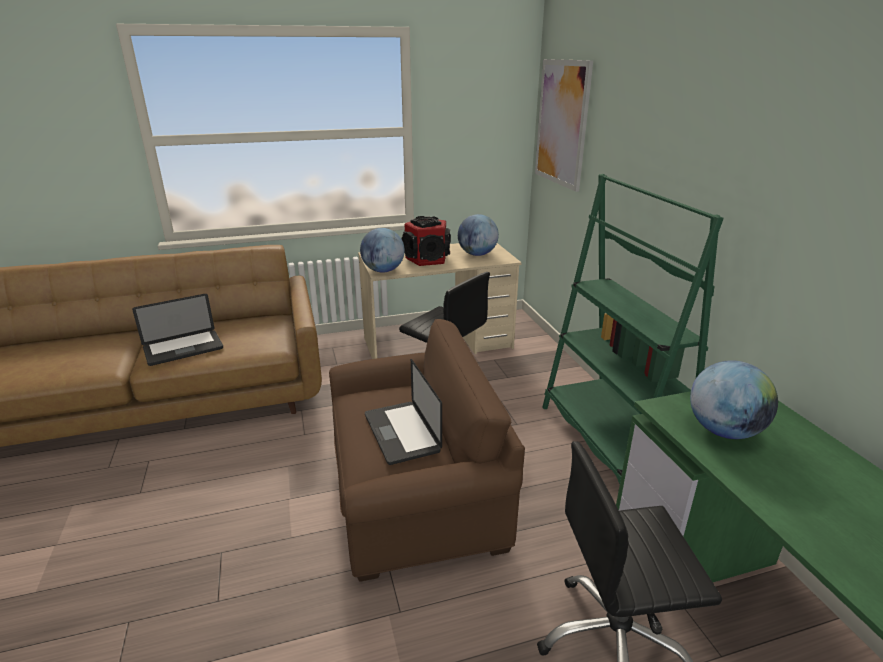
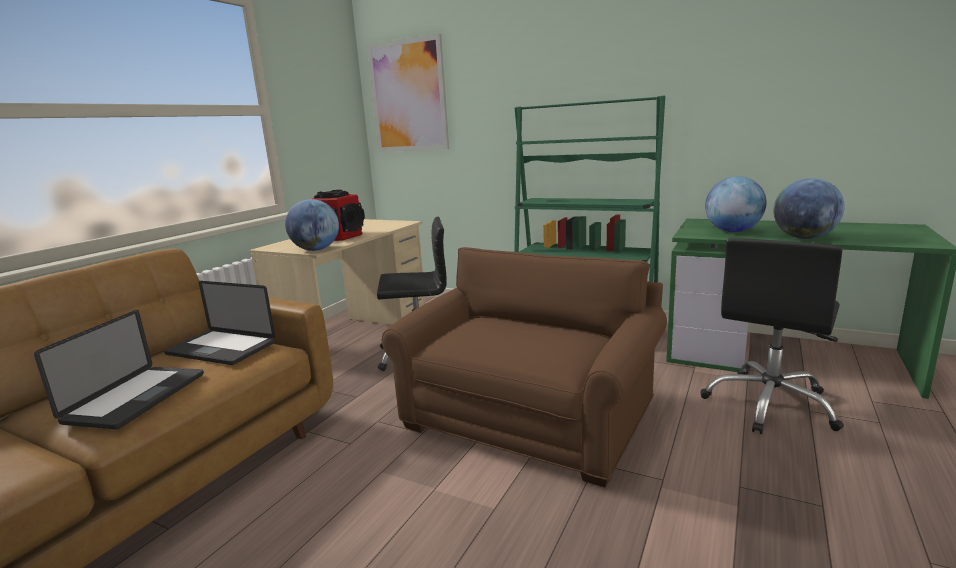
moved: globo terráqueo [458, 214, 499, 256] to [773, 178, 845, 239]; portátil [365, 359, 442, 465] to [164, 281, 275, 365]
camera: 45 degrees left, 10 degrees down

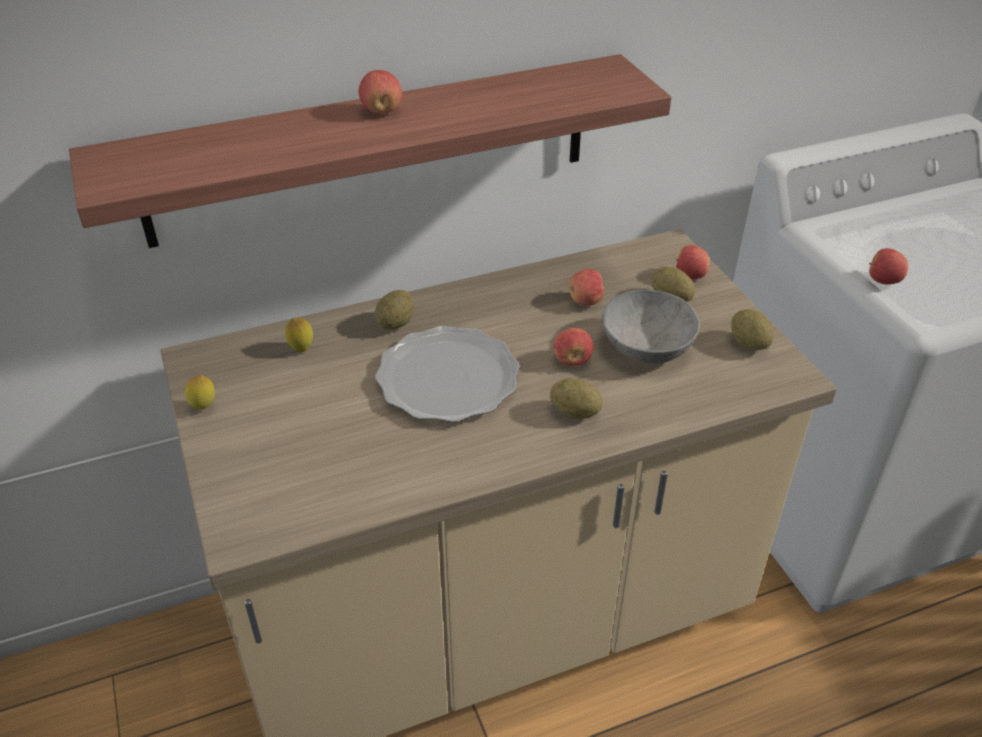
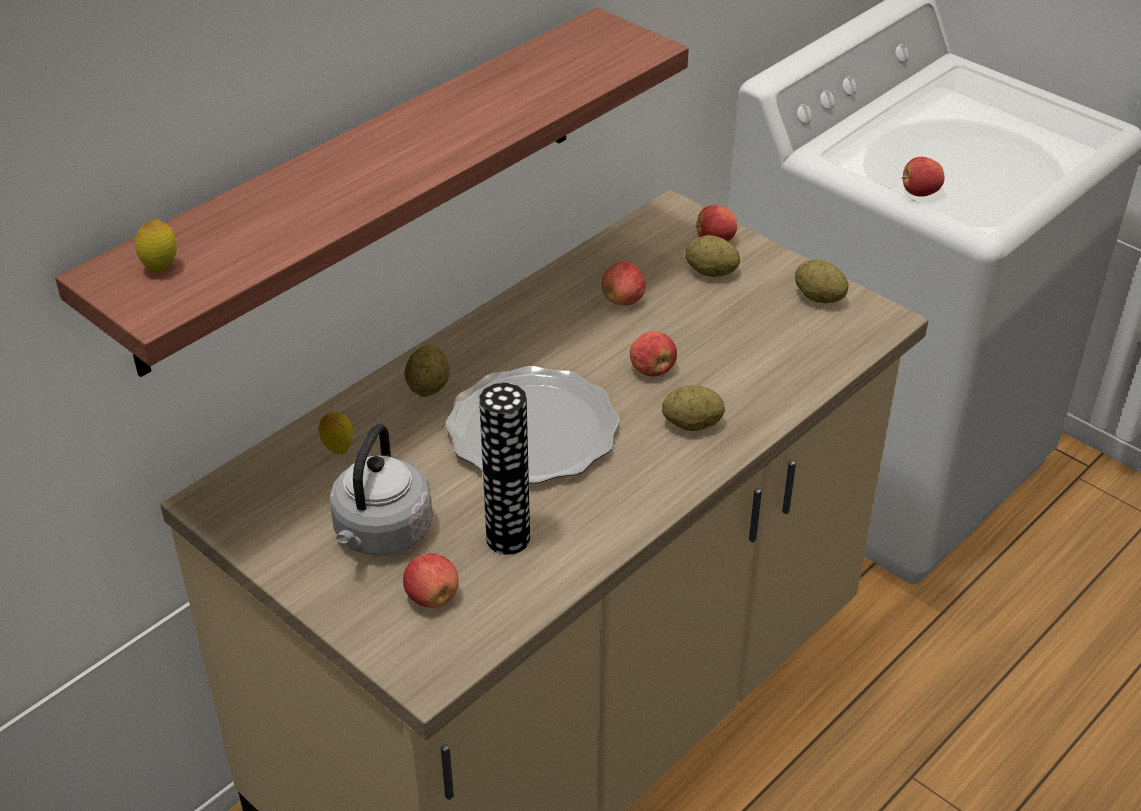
removed: cuenco/gris [602, 290, 700, 364]
added: florero [479, 383, 530, 555]; hervidor/gris [329, 424, 433, 556]
moved: manzana [359, 70, 402, 114] to [403, 553, 459, 608]; limón [185, 375, 215, 410] to [135, 218, 177, 272]
camera: 25 degrees left, 0 degrees up

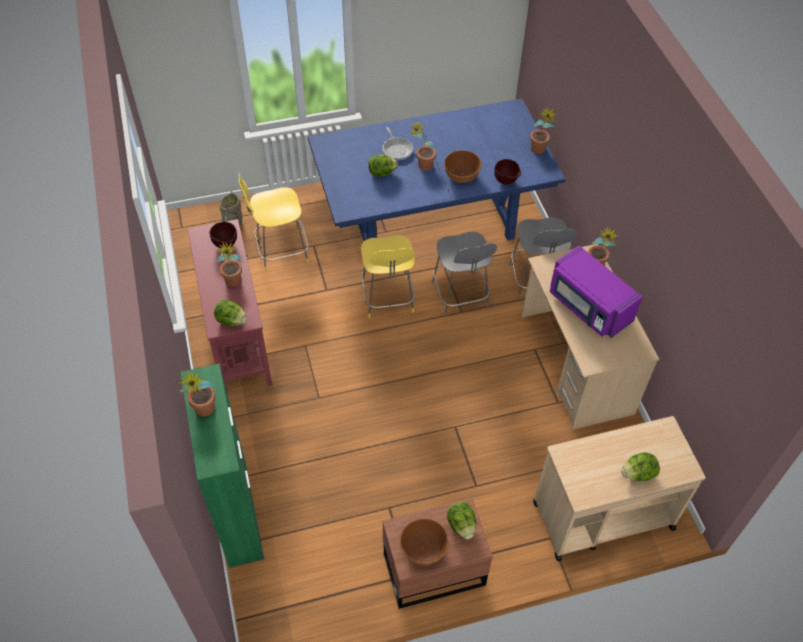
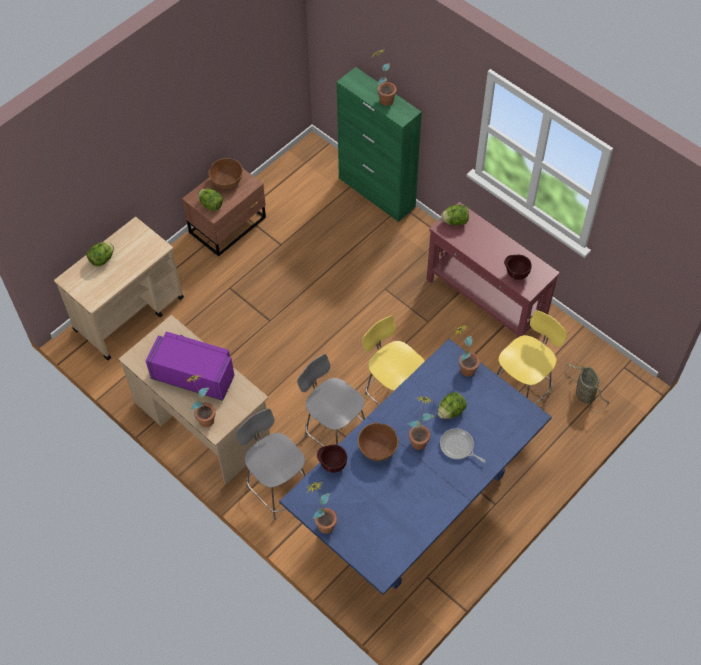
moved: planta en maceta [216, 241, 243, 287] to [452, 324, 480, 377]
camera: 150 degrees right, 5 degrees up

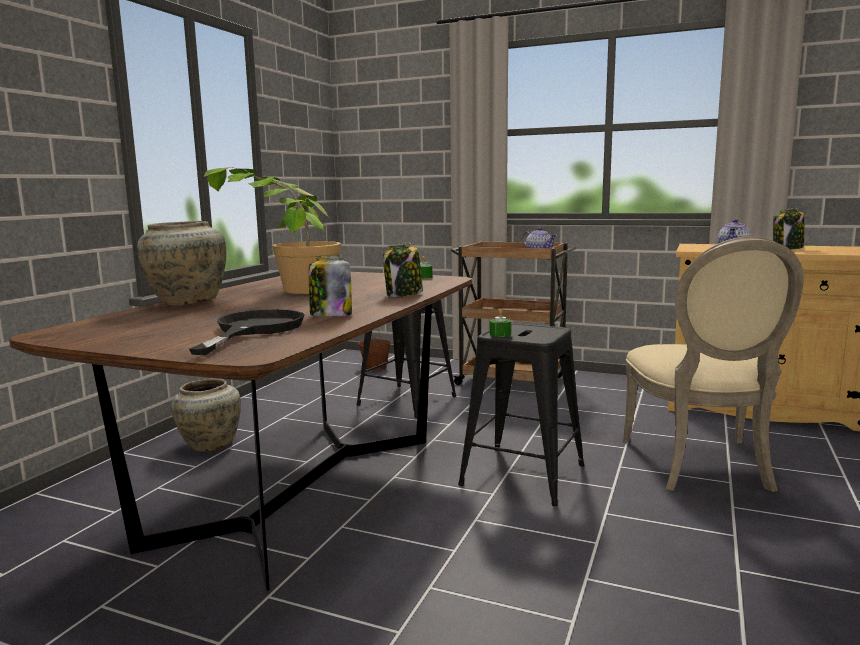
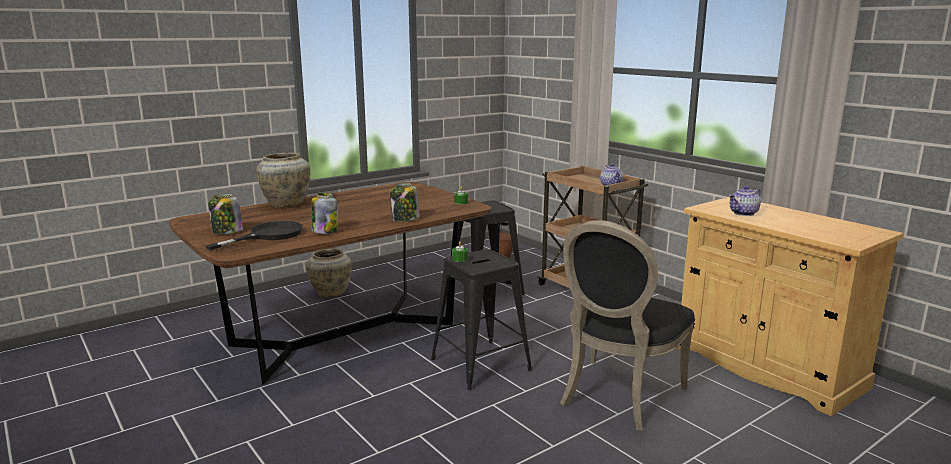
removed: planta en maceta [203, 167, 341, 294]
moved: tarro [773, 208, 804, 250] to [208, 193, 243, 234]
recoloured: silla/beis [623, 236, 804, 492] to silla/negro [560, 220, 695, 431]
camera: 30 degrees right, 5 degrees up

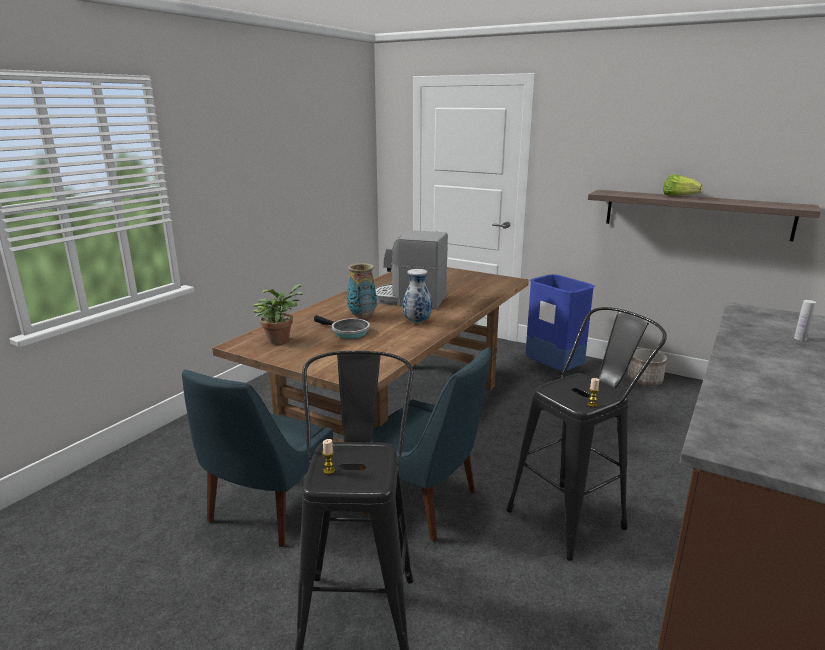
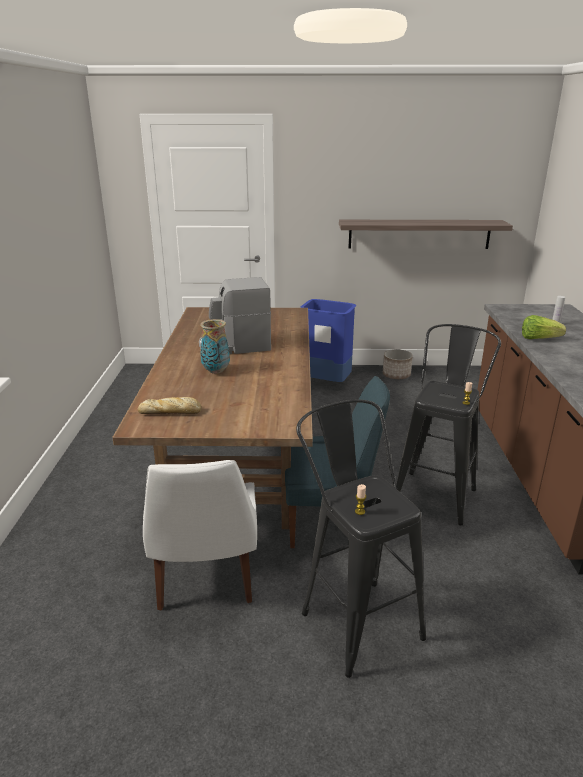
removed: florero [403, 269, 432, 323]; sartén [314, 315, 370, 339]
moved: lechuga [663, 174, 703, 196] to [522, 315, 566, 339]
replaced: planta en maceta [253, 284, 304, 345] to pan [138, 397, 201, 414]
recoloured: silla/azul [182, 370, 333, 547] to silla/blanco [143, 460, 257, 610]
camera: 30 degrees left, 5 degrees up

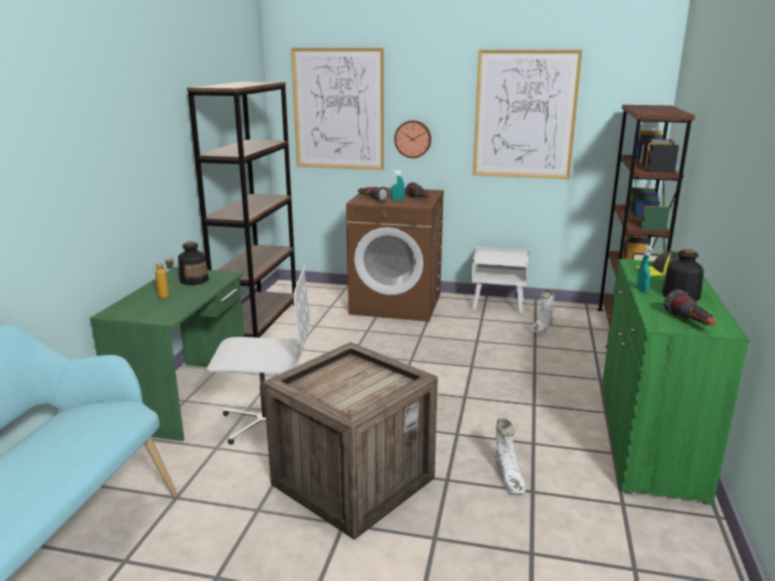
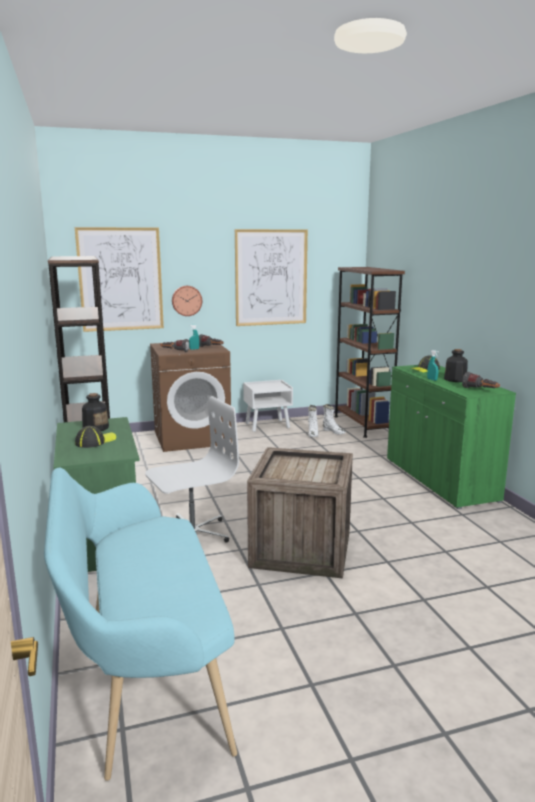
moved: bota/blanco [495, 418, 525, 494] to [323, 404, 346, 434]
replaced: botella [155, 256, 174, 298] to gorra [75, 426, 116, 448]
camera: 30 degrees left, 5 degrees down

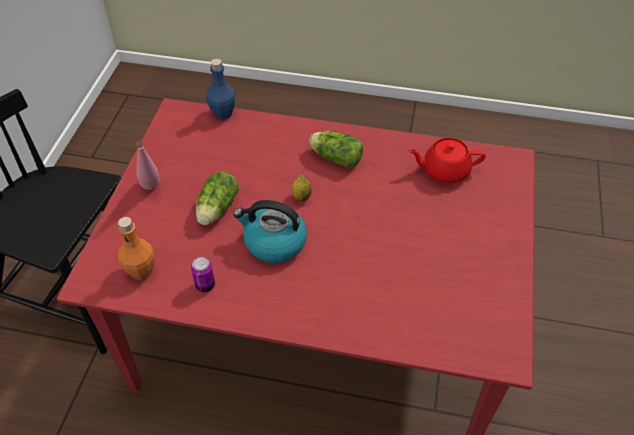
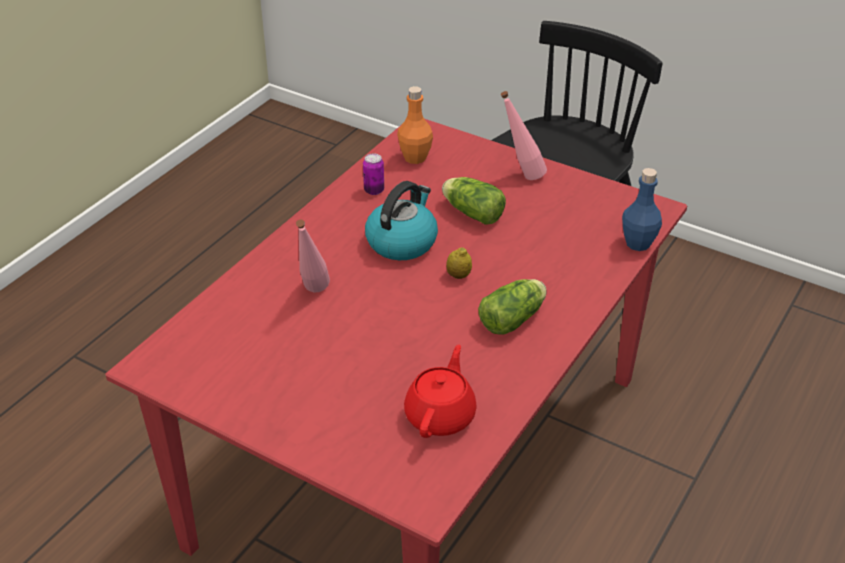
added: botella/rosa [296, 220, 330, 292]
camera: 110 degrees right, 10 degrees down

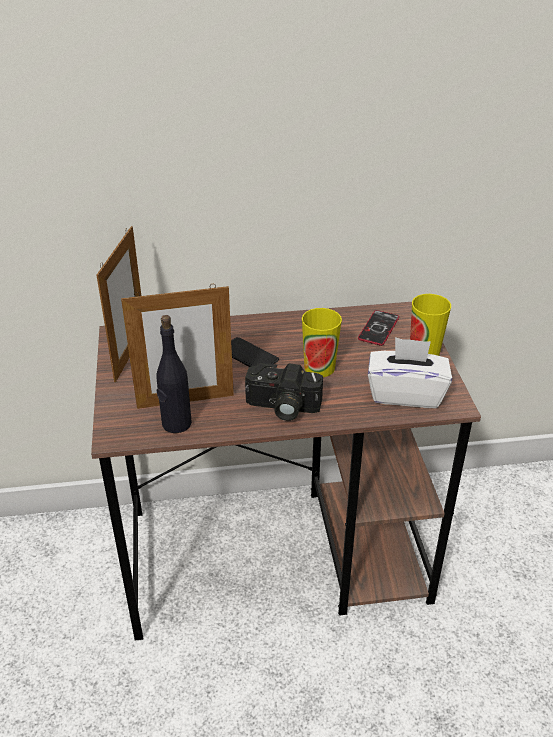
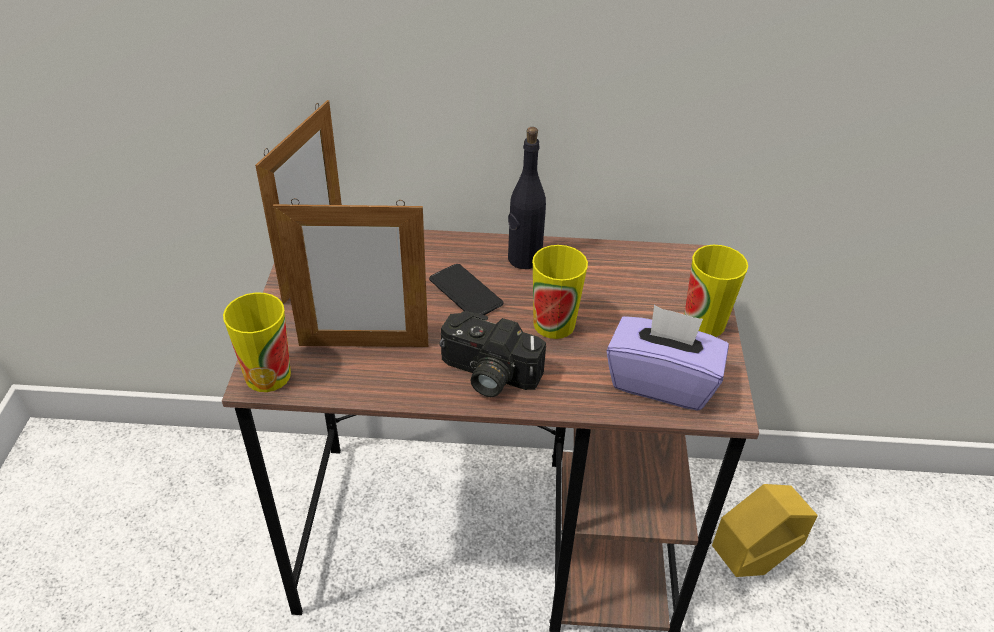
removed: móvil [358, 310, 399, 346]
added: taza [223, 292, 291, 392]; maceta/amarillo [712, 484, 818, 577]
moved: botella/negro [156, 315, 192, 433] to [508, 127, 546, 269]
recoloured: caja de pañuelos/blanco [368, 337, 452, 408] to caja de pañuelos/morado [606, 305, 729, 411]
camera: 10 degrees right, 5 degrees up

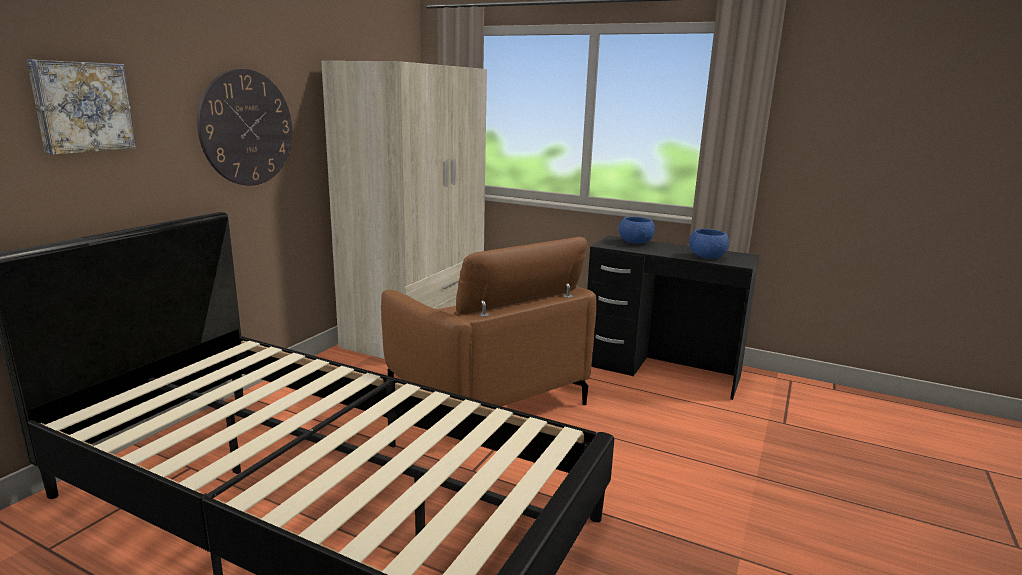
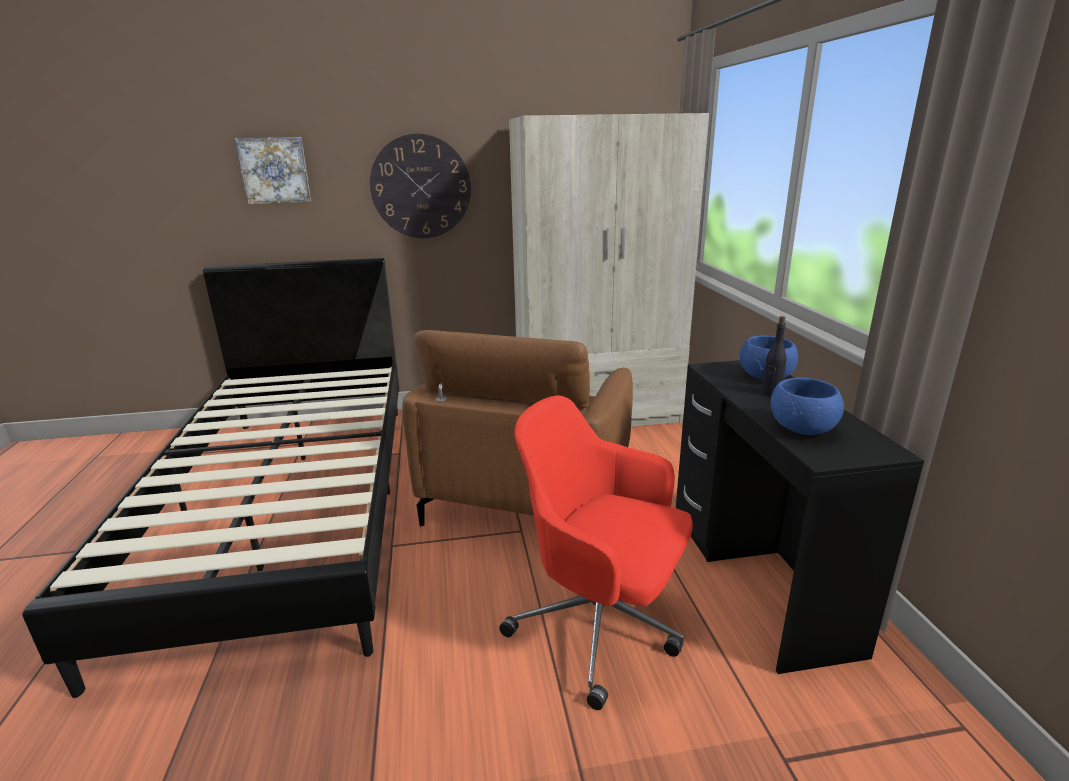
added: botella/negro [762, 316, 786, 396]; silla de oficina/rojo [499, 395, 693, 710]
camera: 55 degrees right, 5 degrees up

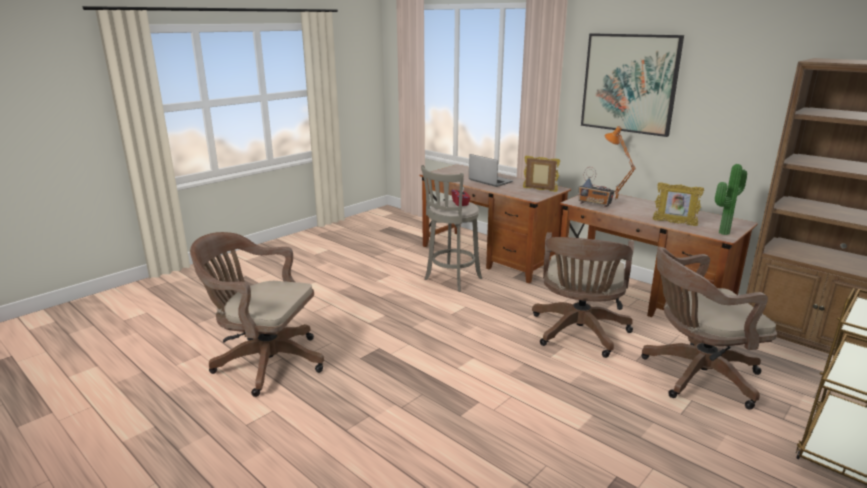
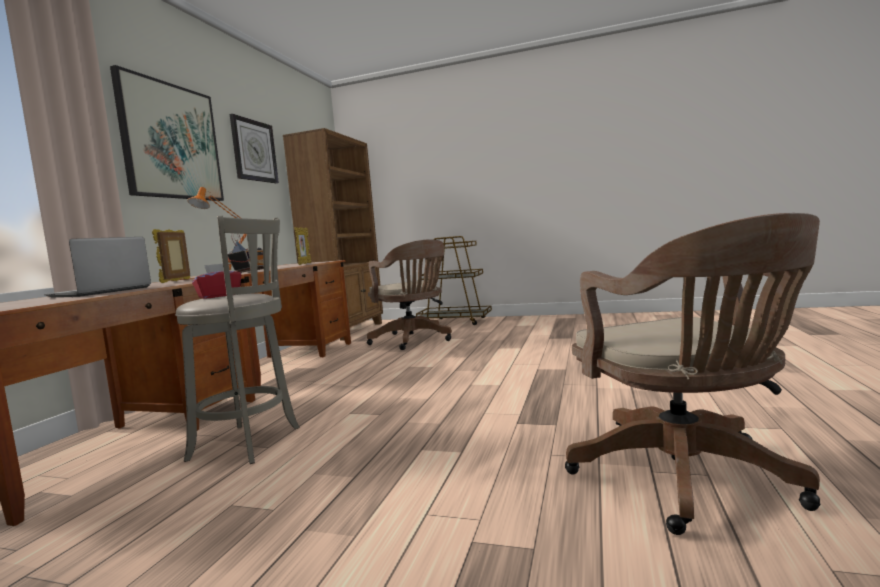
removed: planta en maceta [715, 164, 747, 235]; silla de oficina/marrón [532, 232, 634, 358]
added: reloj de pared [230, 114, 279, 183]
camera: 115 degrees left, 15 degrees down

